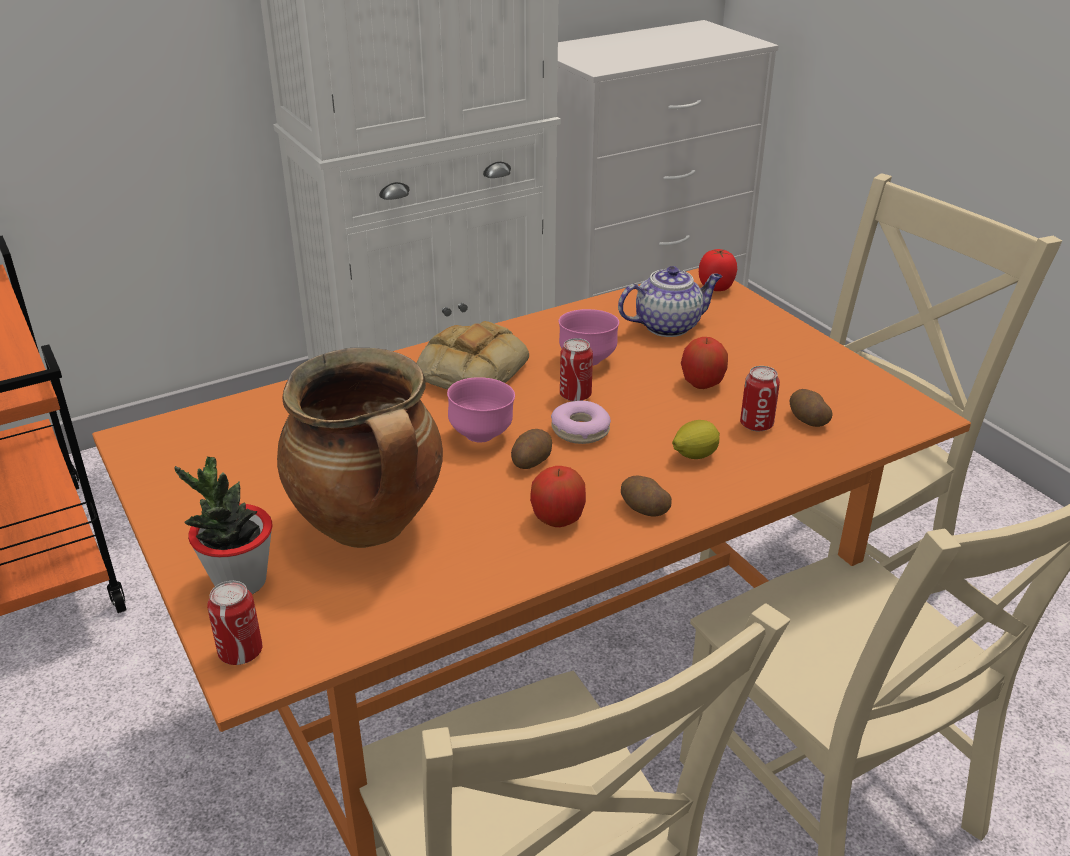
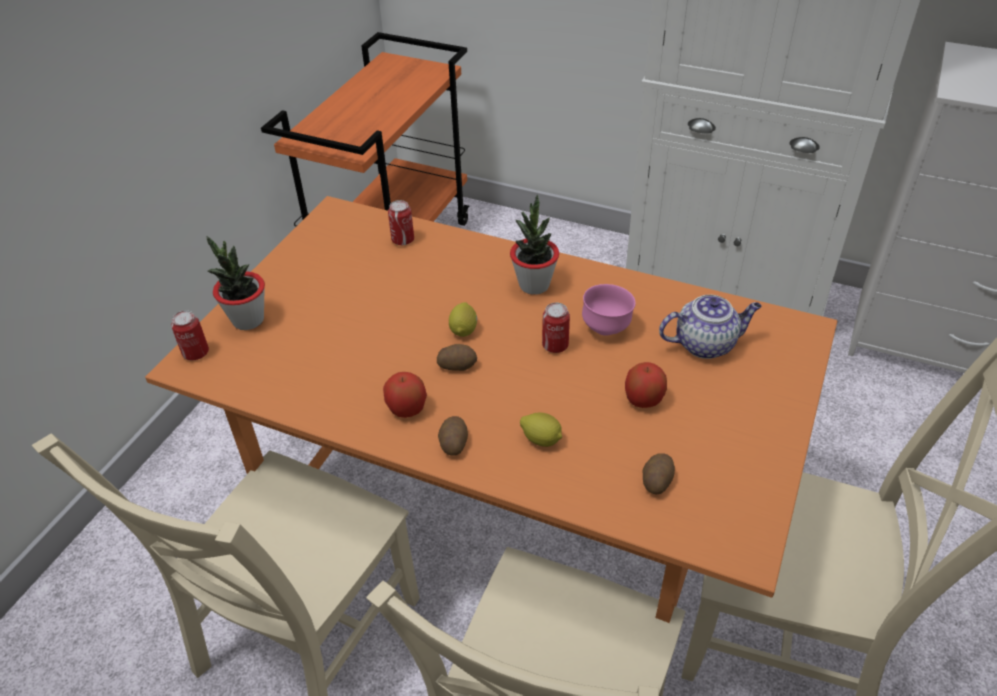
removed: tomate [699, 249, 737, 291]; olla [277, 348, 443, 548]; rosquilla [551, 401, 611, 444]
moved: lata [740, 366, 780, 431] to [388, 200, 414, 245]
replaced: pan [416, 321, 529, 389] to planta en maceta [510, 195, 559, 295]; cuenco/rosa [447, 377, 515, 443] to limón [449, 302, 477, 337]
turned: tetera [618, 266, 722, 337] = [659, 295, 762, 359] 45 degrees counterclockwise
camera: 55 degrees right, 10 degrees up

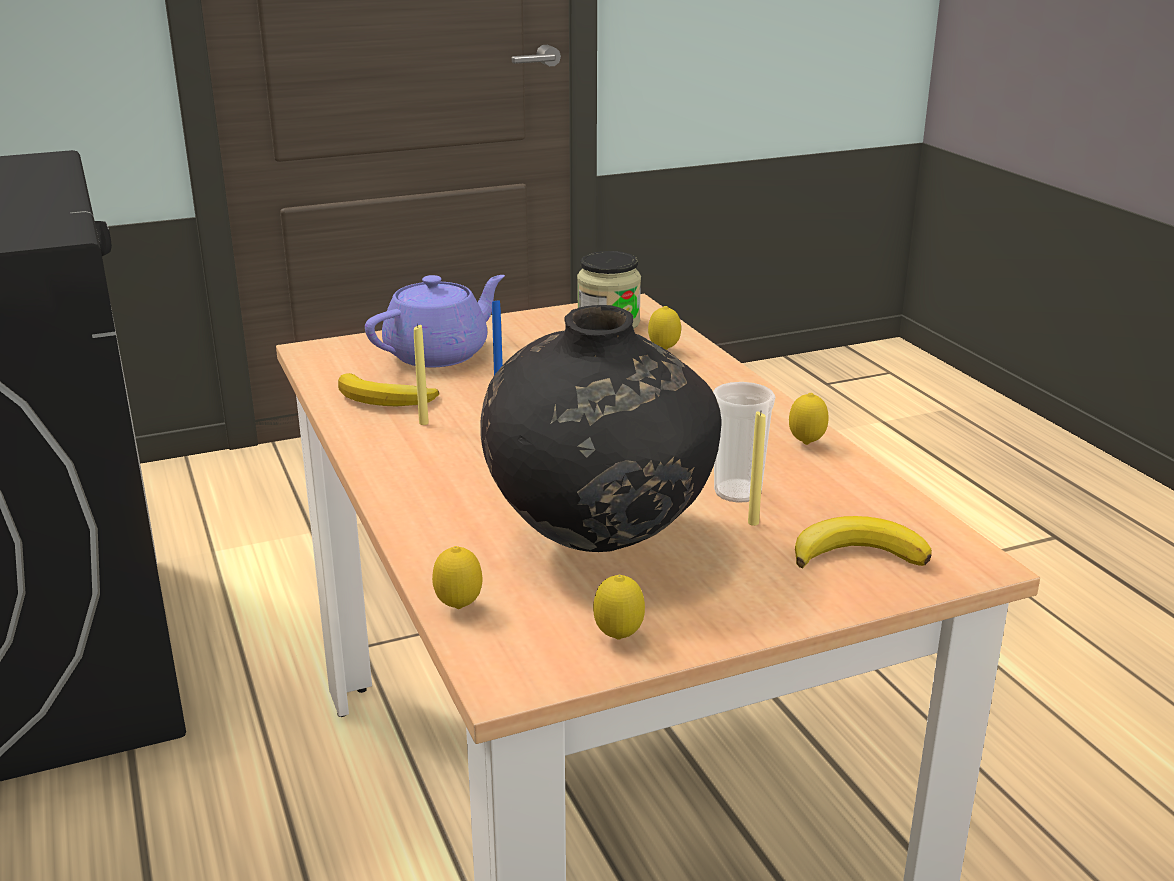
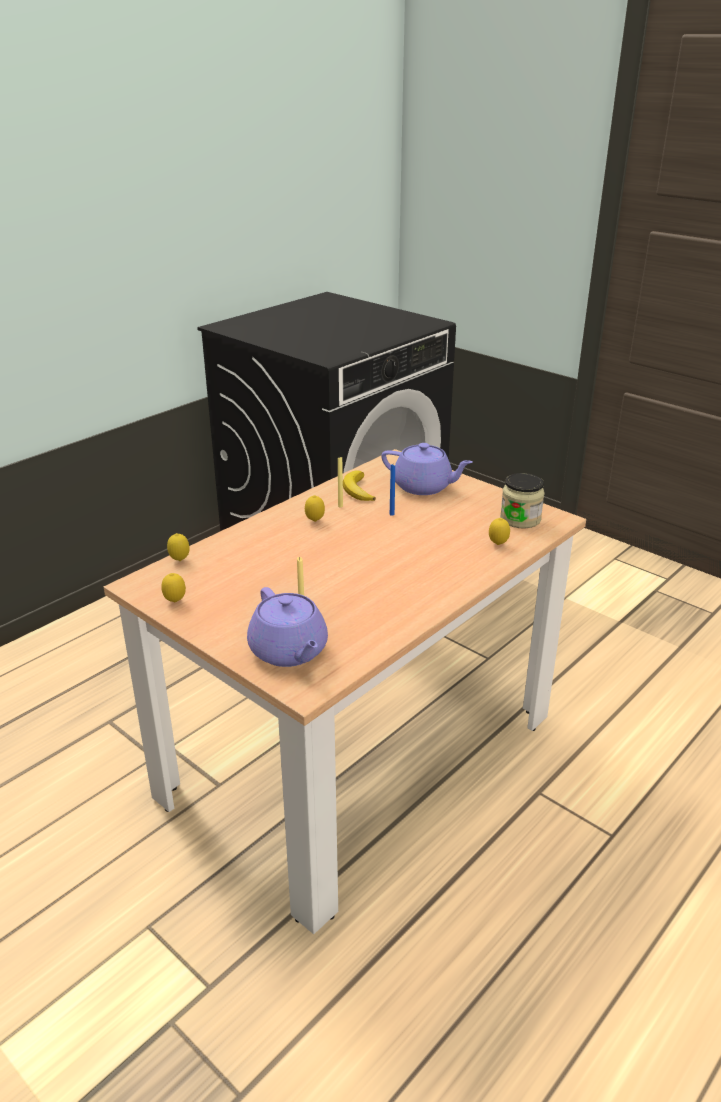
removed: florero/negro [480, 305, 721, 552]; taza [713, 382, 775, 503]
moved: limón [789, 393, 829, 445] to [305, 495, 325, 522]
replaced: plátano [795, 516, 932, 568] to tetera/morado [247, 587, 328, 667]
camera: 65 degrees right, 5 degrees up

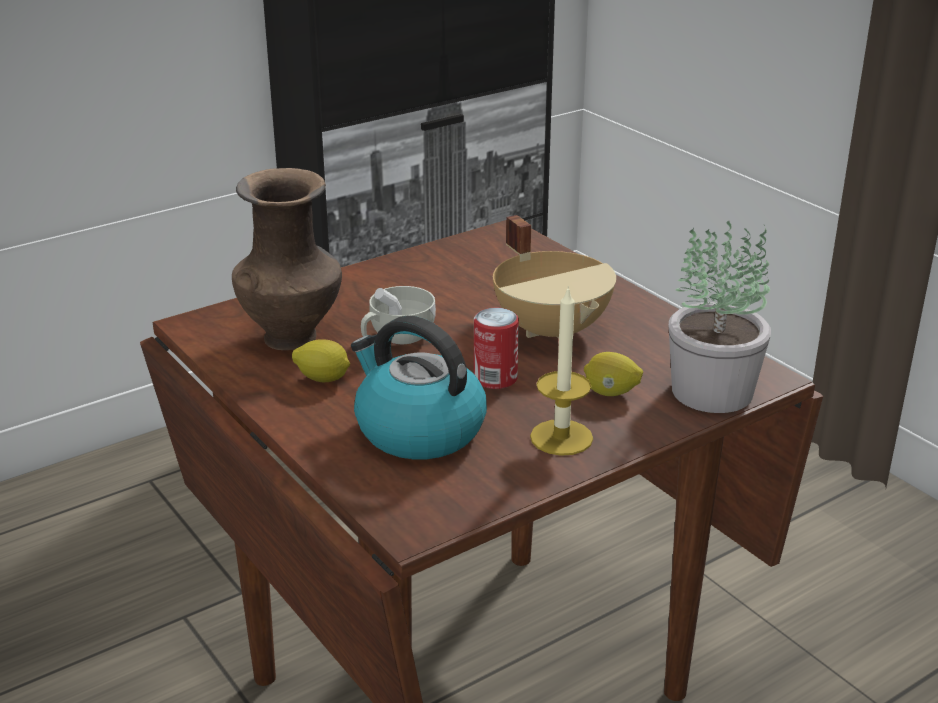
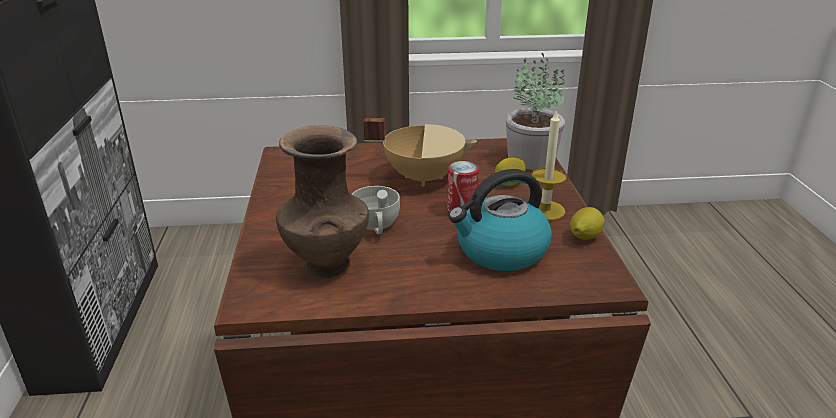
moved: limón [292, 339, 350, 382] to [570, 207, 604, 240]
camera: 60 degrees left, 0 degrees up

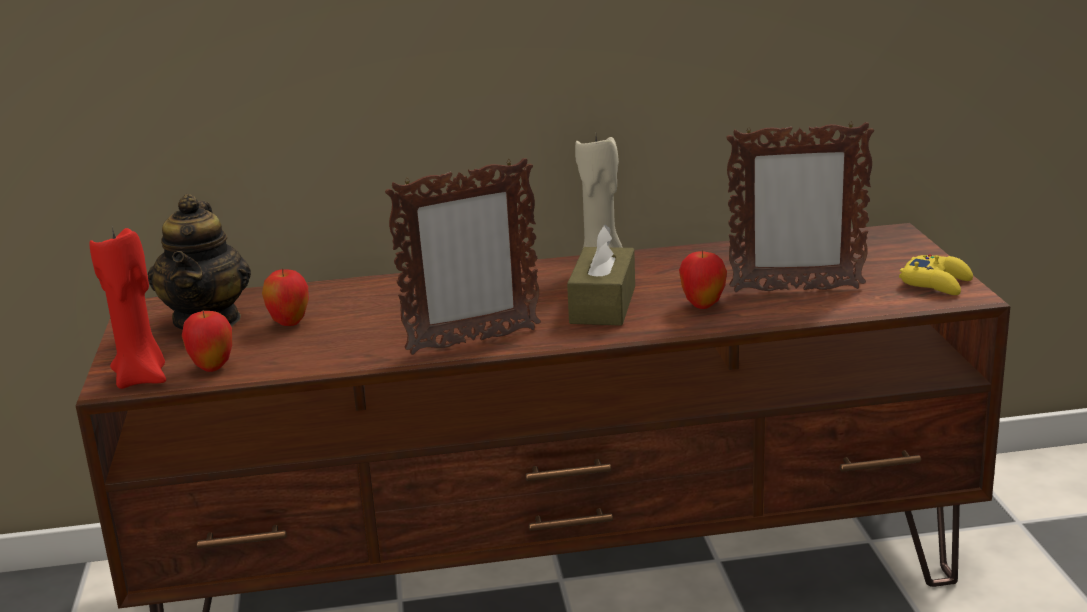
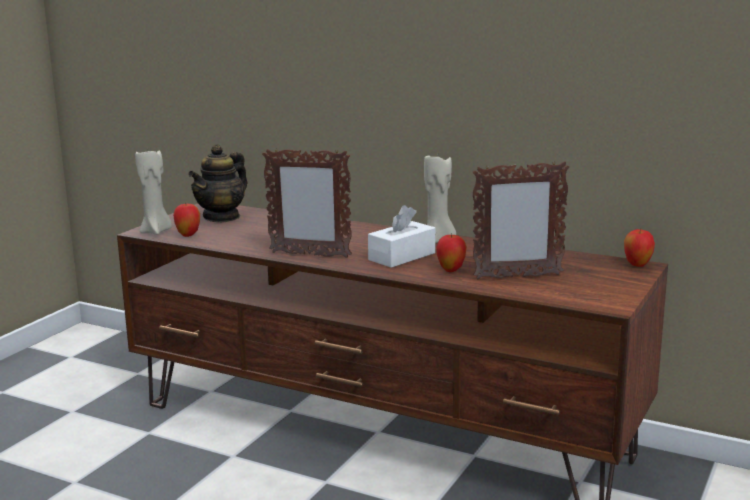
removed: mando de consola/amarillo [899, 255, 973, 295]
moved: manzana [262, 268, 309, 326] to [624, 228, 655, 267]
recoloured: caja de pañuelos/marrón [567, 225, 635, 326] to caja de pañuelos/blanco [368, 205, 435, 268]; vela/rojo [89, 227, 166, 389] to vela/beis [135, 150, 172, 235]
turned: portarretratos [726, 121, 874, 292] = [473, 161, 569, 279] 45 degrees counterclockwise
camera: 35 degrees right, 5 degrees down

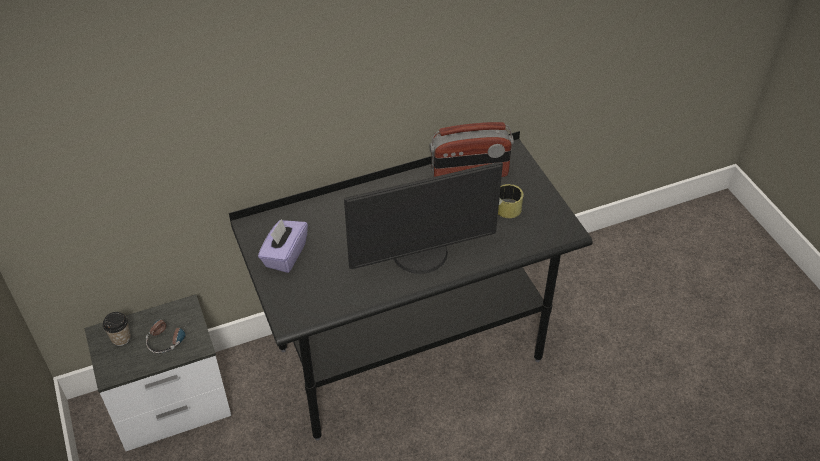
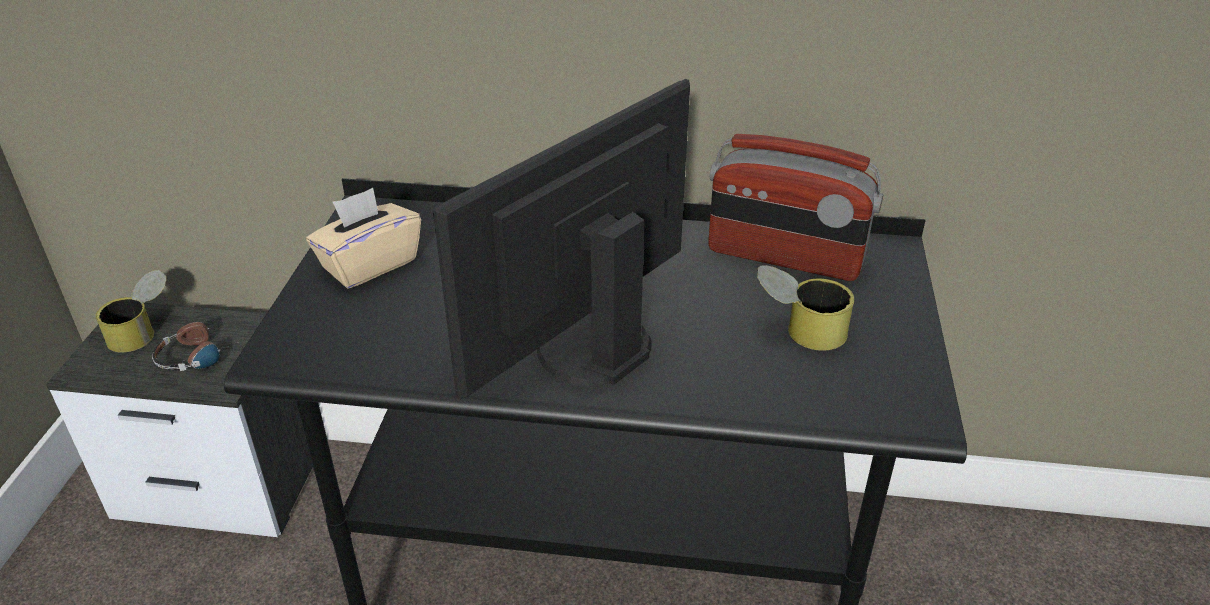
replaced: taza [103, 312, 131, 346] to lata [95, 270, 167, 353]
recoloured: caja de pañuelos/morado [258, 219, 308, 273] to caja de pañuelos/beis [306, 188, 421, 289]
turned: monitor [344, 162, 503, 274] = [433, 79, 690, 399] 120 degrees clockwise
camera: 30 degrees right, 10 degrees down

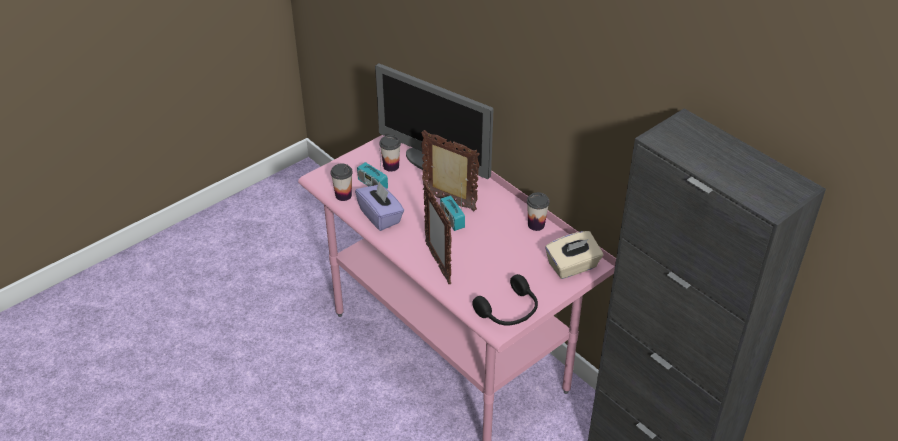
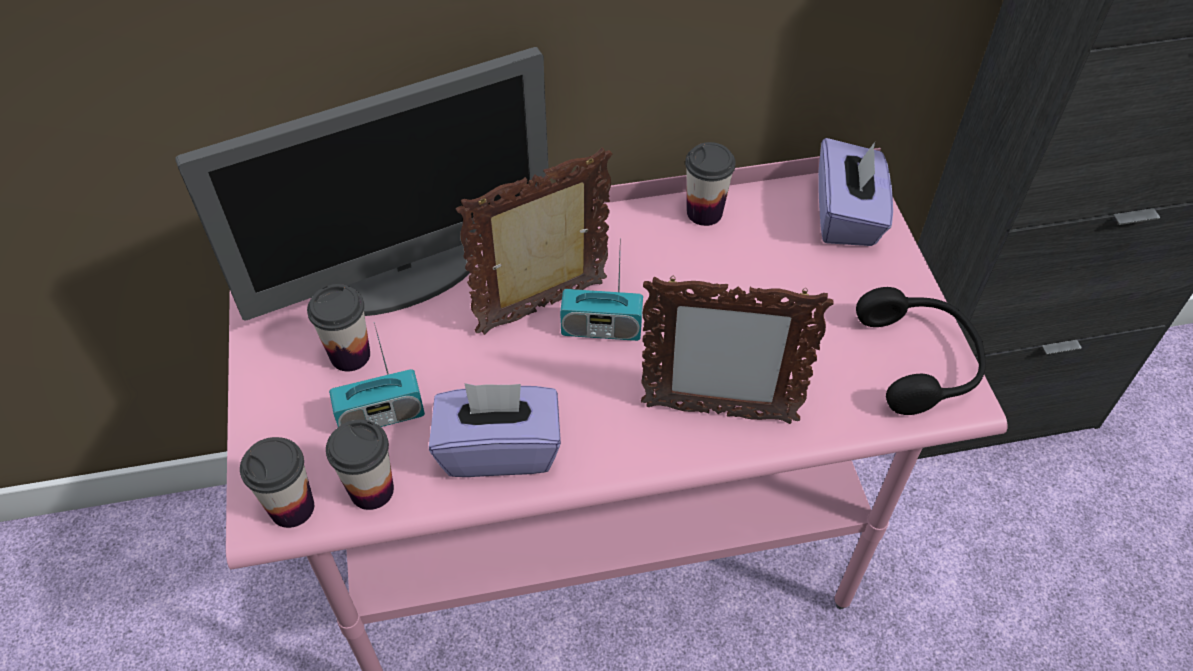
added: taza [240, 437, 314, 528]
recoloured: caja de pañuelos/beis [545, 231, 603, 279] to caja de pañuelos/morado [818, 138, 893, 246]
camera: 60 degrees left, 10 degrees up

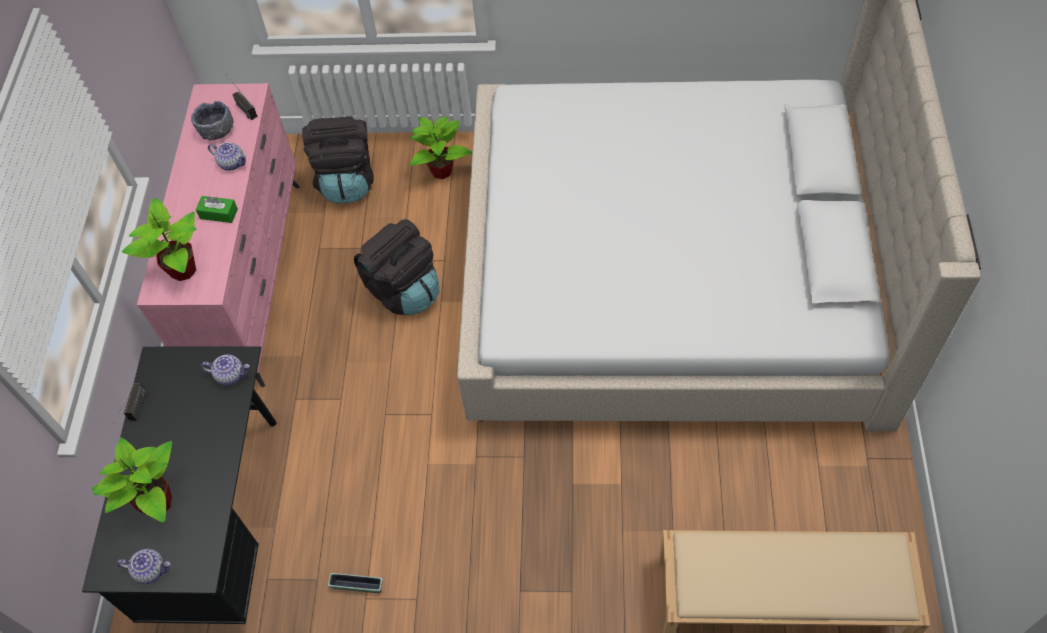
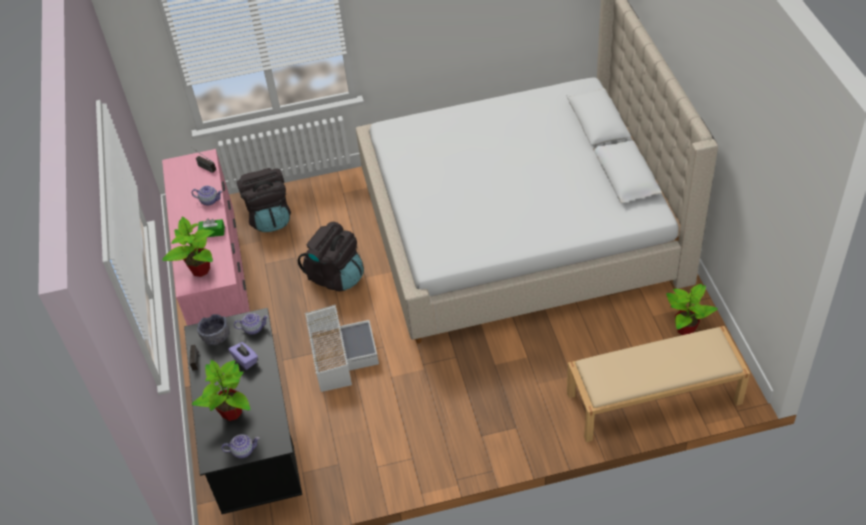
removed: maceta [328, 573, 383, 593]
added: caja de almacenaje/blanco [305, 305, 379, 392]; caja de pañuelos/morado [228, 342, 258, 370]
moved: cuenco/gris [191, 101, 234, 141] to [197, 314, 230, 345]; planta en maceta [410, 117, 472, 179] to [666, 284, 718, 335]
camera: 15 degrees left, 10 degrees down

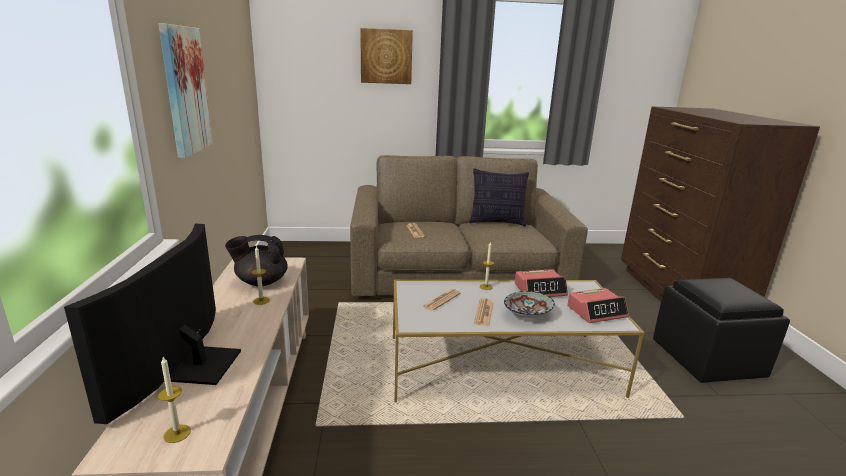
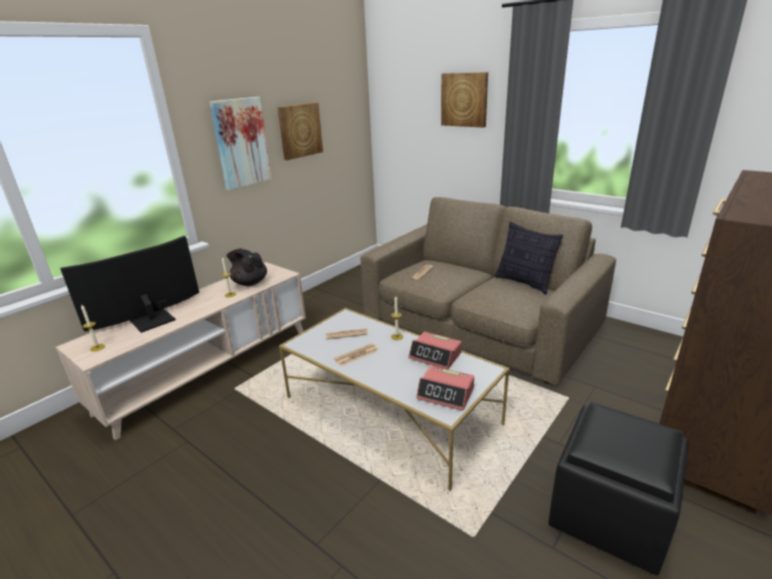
removed: cuenco [504, 291, 555, 318]
added: cuadro [277, 102, 323, 160]
camera: 45 degrees right, 5 degrees up

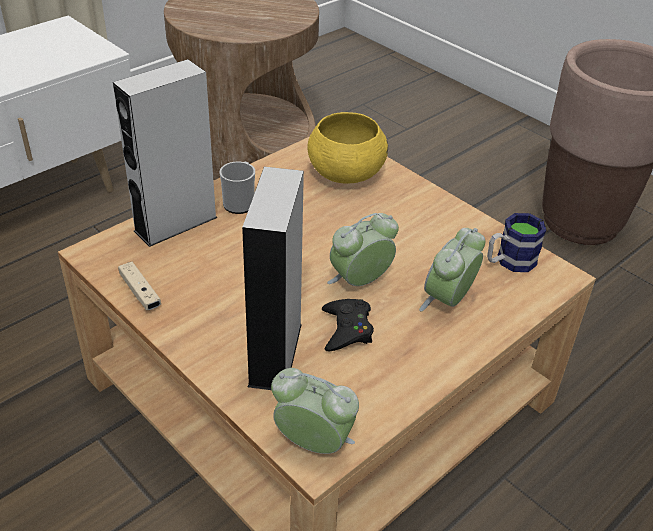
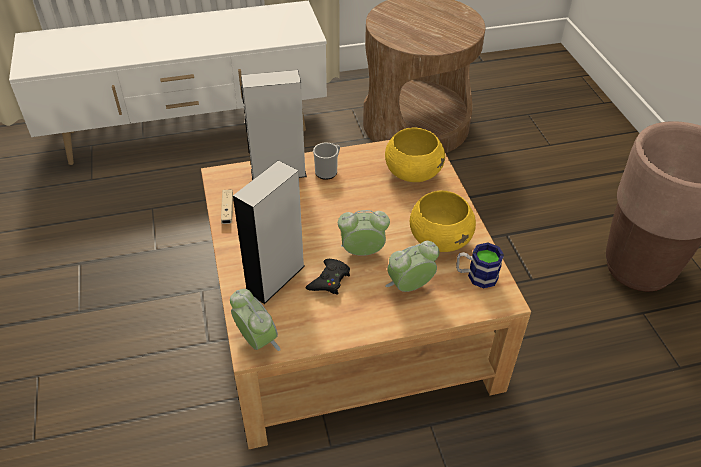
added: cuenco/amarillo [410, 190, 476, 252]
camera: 30 degrees right, 5 degrees up

